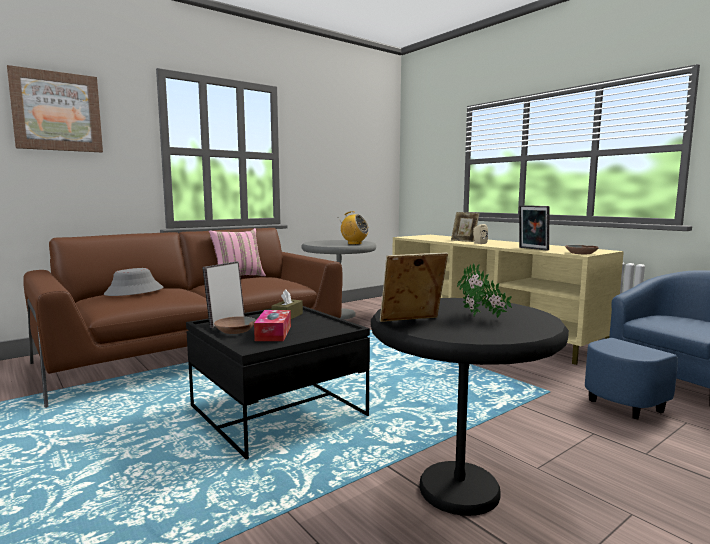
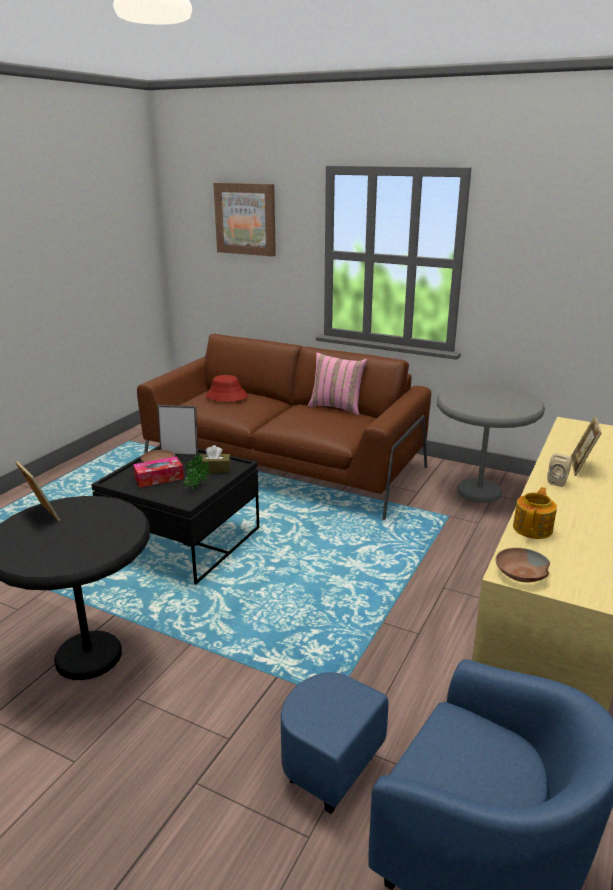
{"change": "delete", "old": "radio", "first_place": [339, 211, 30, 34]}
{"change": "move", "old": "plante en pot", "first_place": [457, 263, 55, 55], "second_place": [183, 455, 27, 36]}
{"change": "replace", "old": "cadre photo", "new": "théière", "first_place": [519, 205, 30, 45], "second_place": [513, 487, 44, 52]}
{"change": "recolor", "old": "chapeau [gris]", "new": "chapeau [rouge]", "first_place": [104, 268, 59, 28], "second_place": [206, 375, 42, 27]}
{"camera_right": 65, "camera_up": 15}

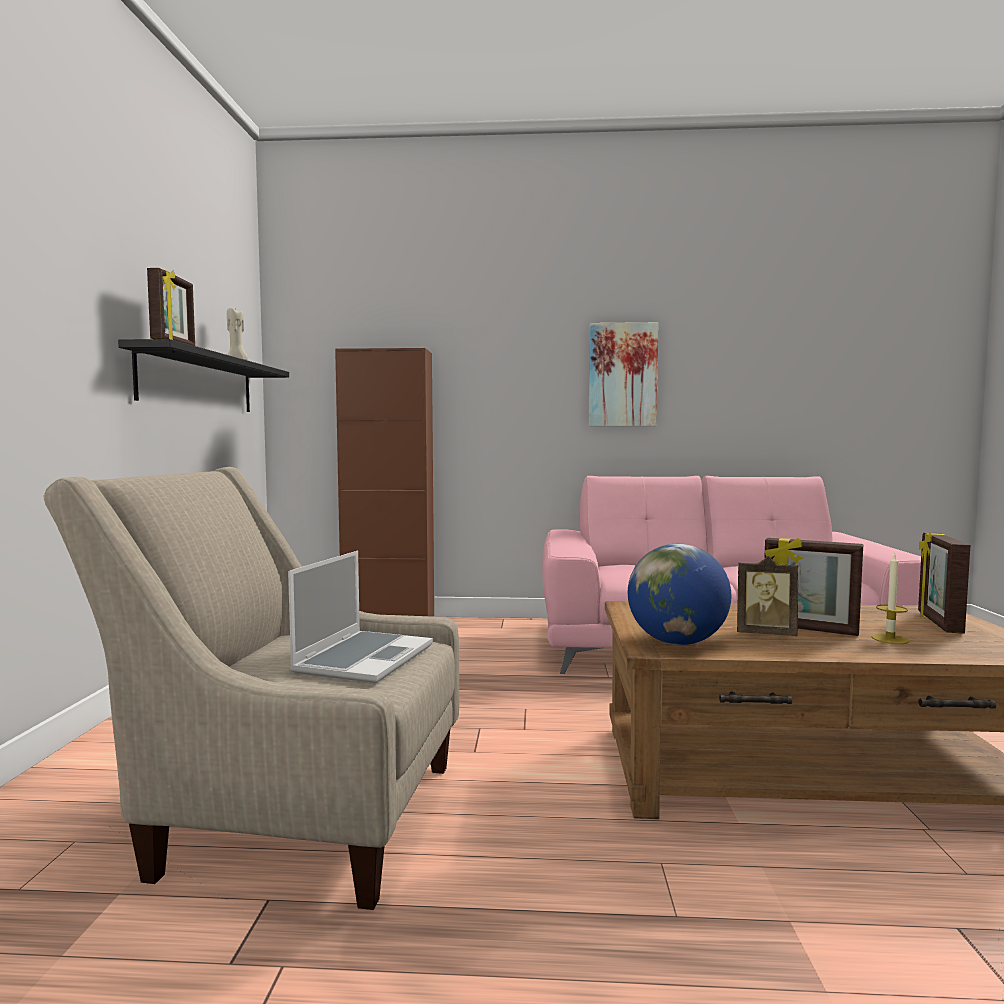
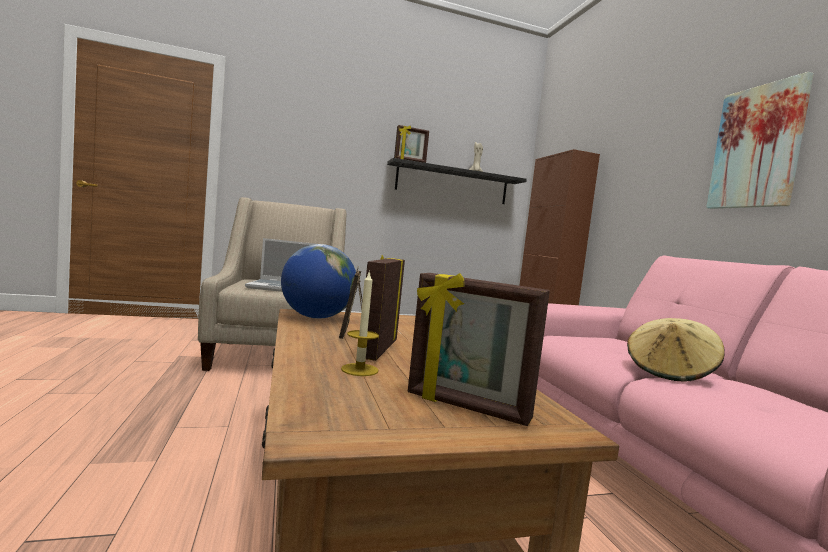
{"change": "insert", "new": "chapeau [beige]", "second_place": [627, 318, 98, 64]}
{"change": "rotate", "old": "cadre photo", "first_place": [918, 532, 52, 102], "second_place": [408, 273, 142, 153], "degrees": -150}
{"camera_right": 70, "camera_up": 0}

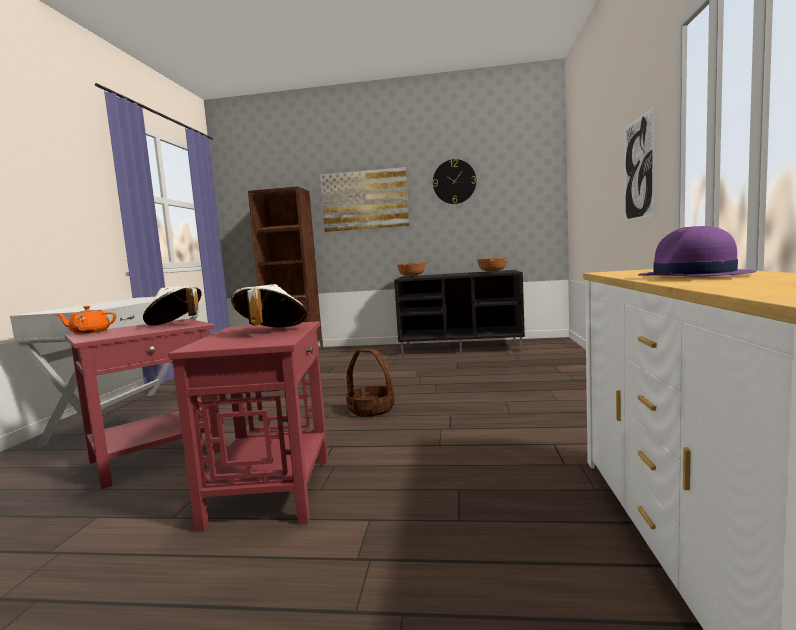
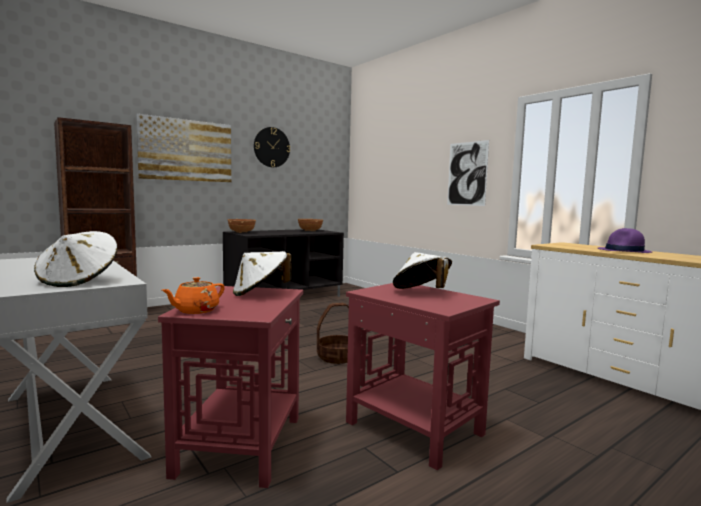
{"change": "insert", "new": "chapeau [blanc]", "second_place": [34, 231, 83, 56]}
{"camera_right": -45, "camera_up": 0}

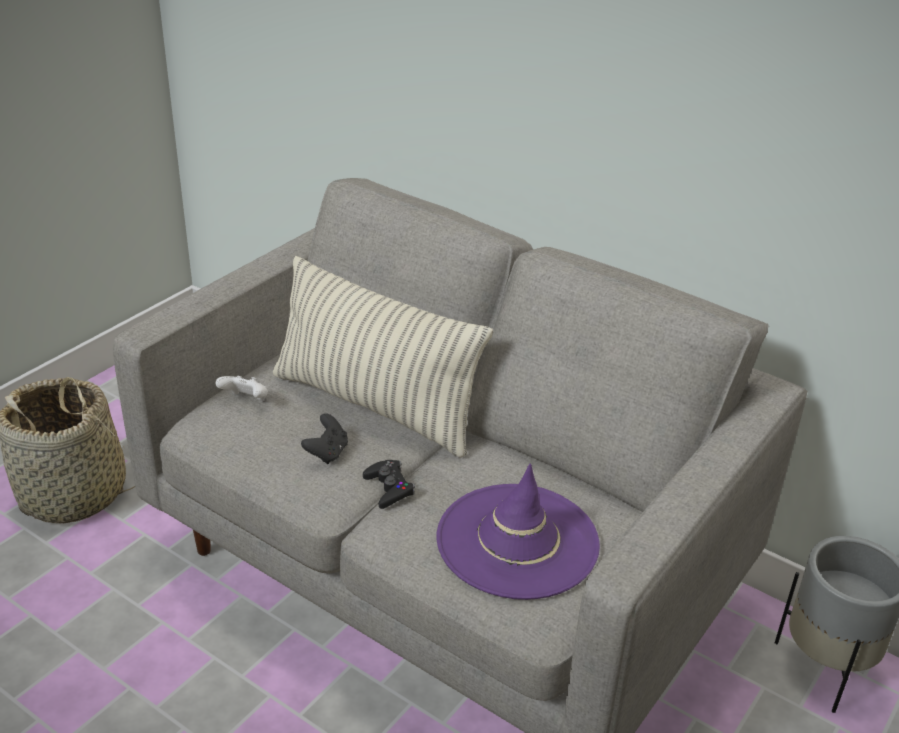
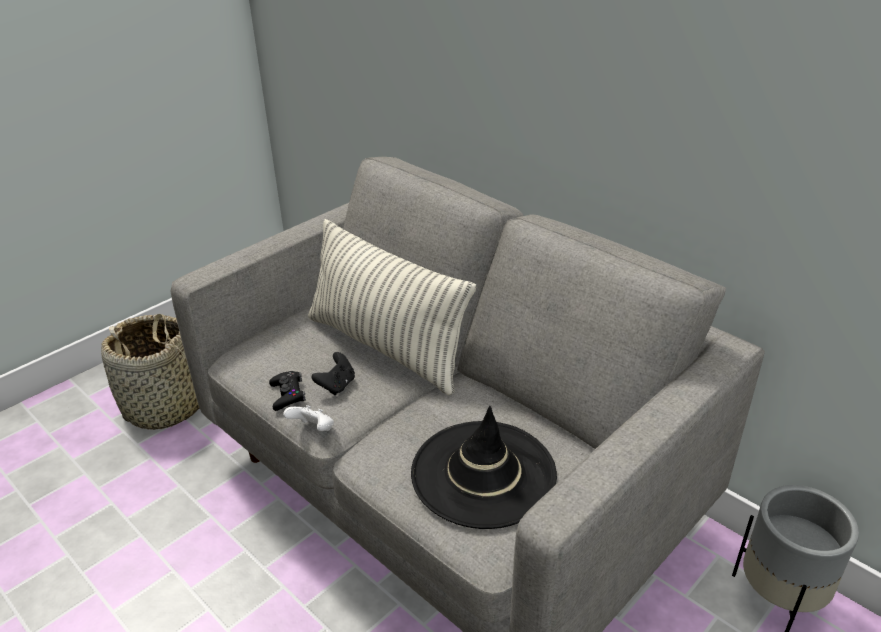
{"change": "move", "old": "manette [blanc]", "first_place": [216, 376, 52, 25], "second_place": [283, 405, 51, 26]}
{"change": "move", "old": "manette [noir]", "first_place": [363, 460, 52, 49], "second_place": [269, 371, 37, 40]}
{"change": "recolor", "old": "chapeau [violet]", "new": "chapeau [noir]", "first_place": [437, 464, 163, 136], "second_place": [411, 406, 146, 123]}
{"camera_right": 10, "camera_up": 0}

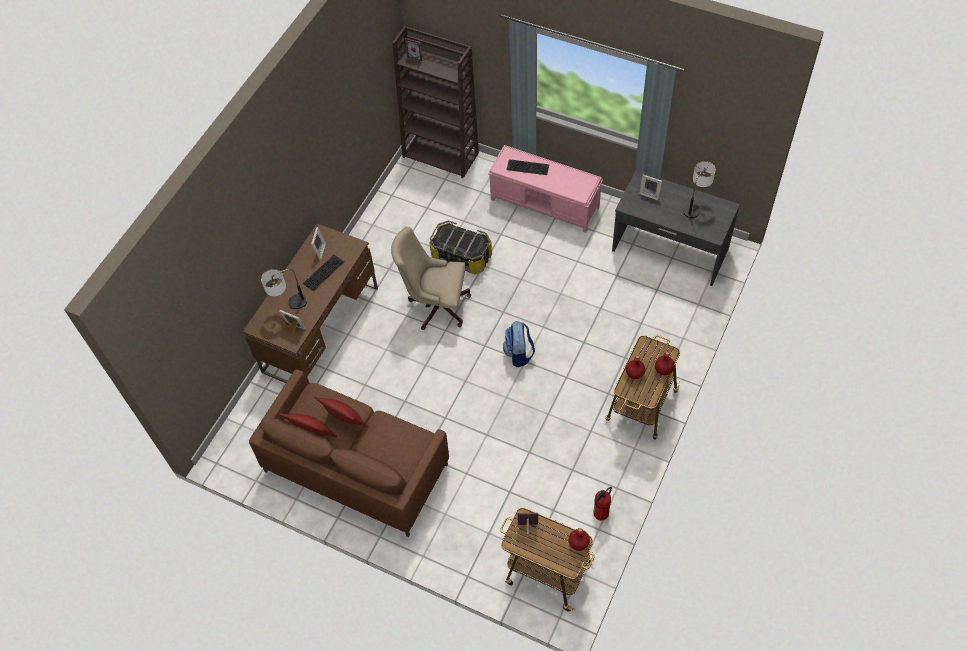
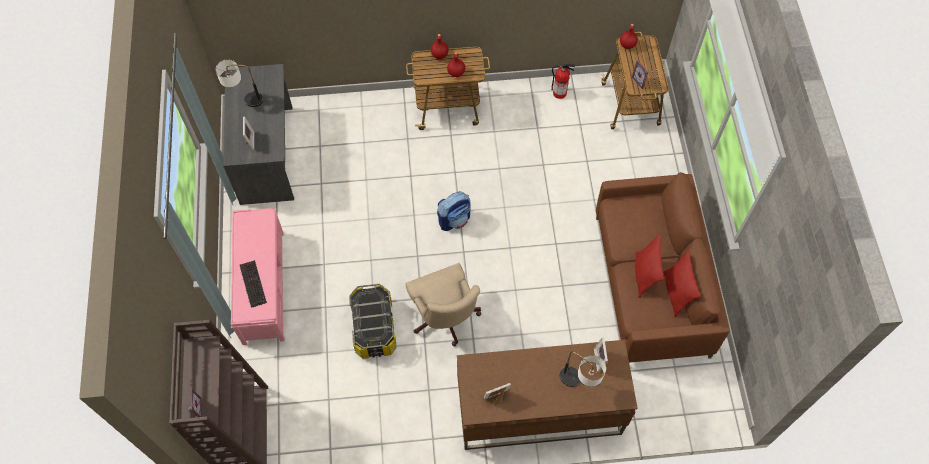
{"change": "delete", "old": "clavier", "first_place": [303, 255, 41, 36]}
{"camera_right": -125, "camera_up": 5}

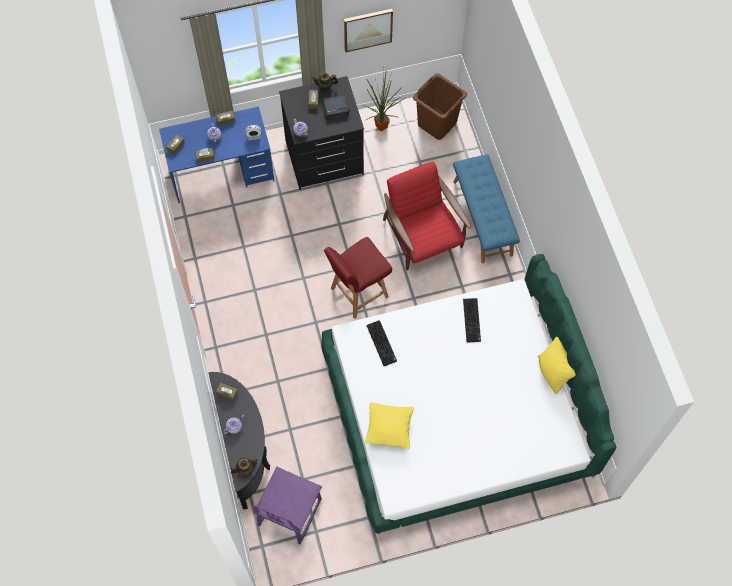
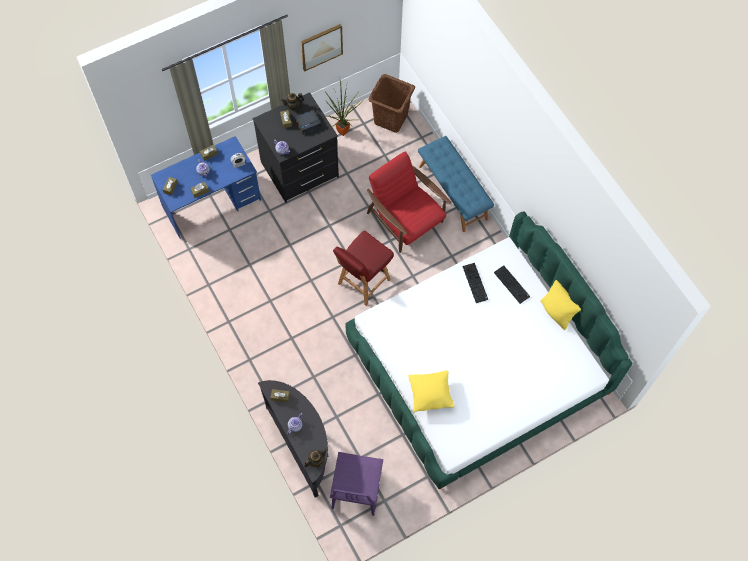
{"change": "move", "old": "clavier", "first_place": [367, 320, 30, 46], "second_place": [494, 266, 36, 38]}
{"camera_right": -15, "camera_up": 0}

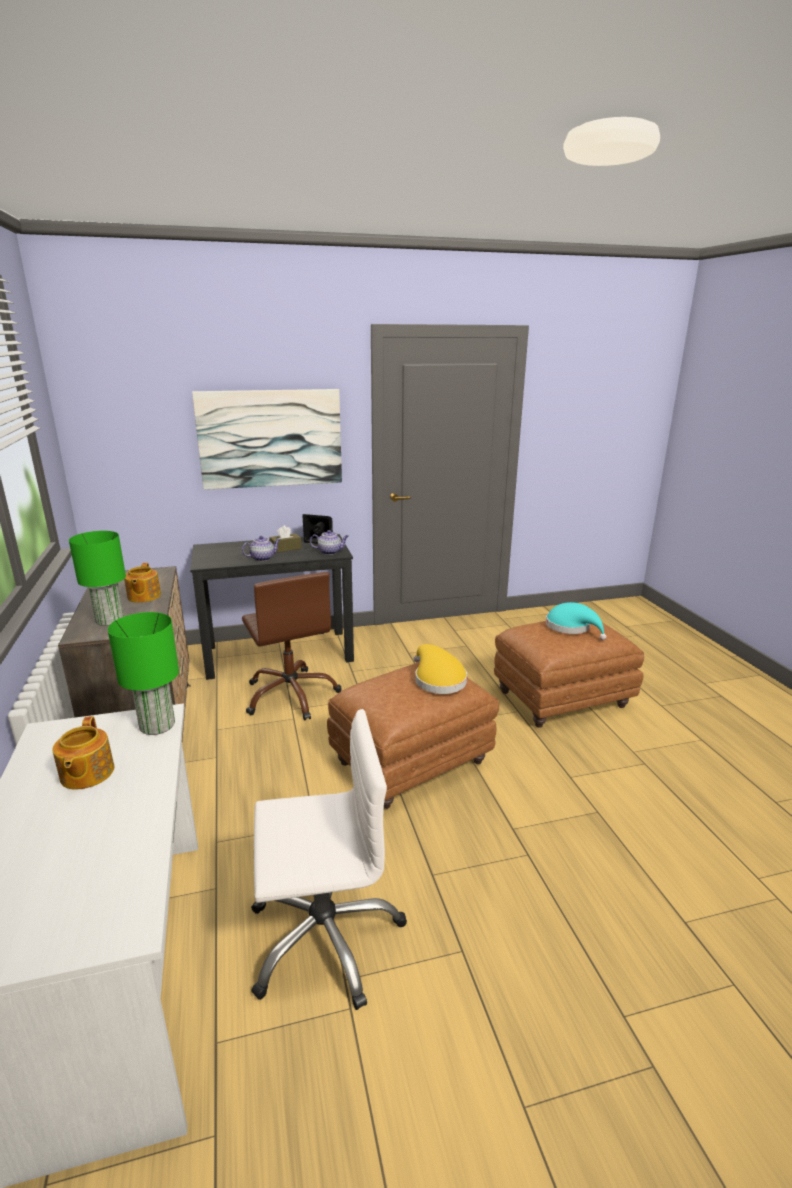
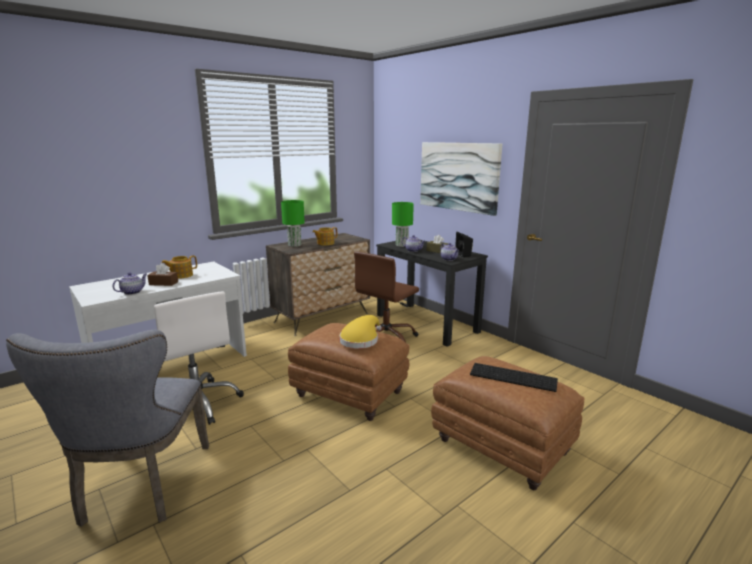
{"change": "insert", "new": "chaise [gris]", "second_place": [6, 330, 203, 197]}
{"change": "insert", "new": "théière", "second_place": [112, 272, 35, 23]}
{"change": "insert", "new": "boîte à mouchoirs [marron]", "second_place": [147, 263, 31, 23]}
{"change": "move", "old": "lampe de table [vert]", "first_place": [108, 612, 71, 123], "second_place": [392, 202, 22, 45]}
{"change": "replace", "old": "chapeau [turquoise]", "new": "clavier", "first_place": [546, 602, 61, 38], "second_place": [470, 363, 88, 29]}
{"camera_right": 65, "camera_up": -5}

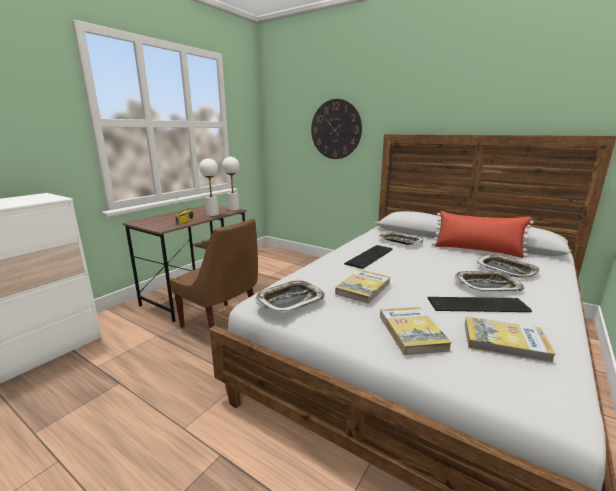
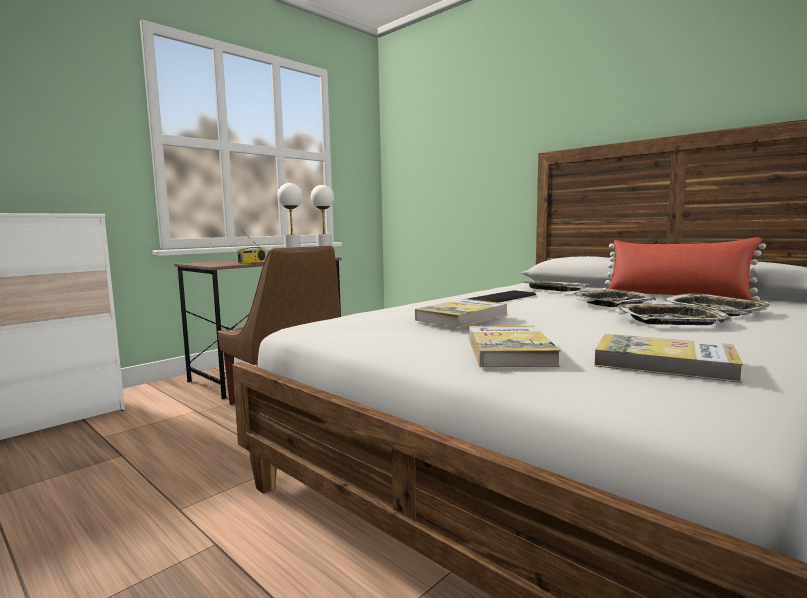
{"change": "delete", "old": "horloge murale", "first_place": [311, 99, 51, 60]}
{"change": "delete", "old": "clavier", "first_place": [427, 297, 105, 15]}
{"change": "move", "old": "plateau", "first_place": [255, 279, 70, 35], "second_place": [572, 289, 84, 18]}
{"camera_right": 10, "camera_up": -10}

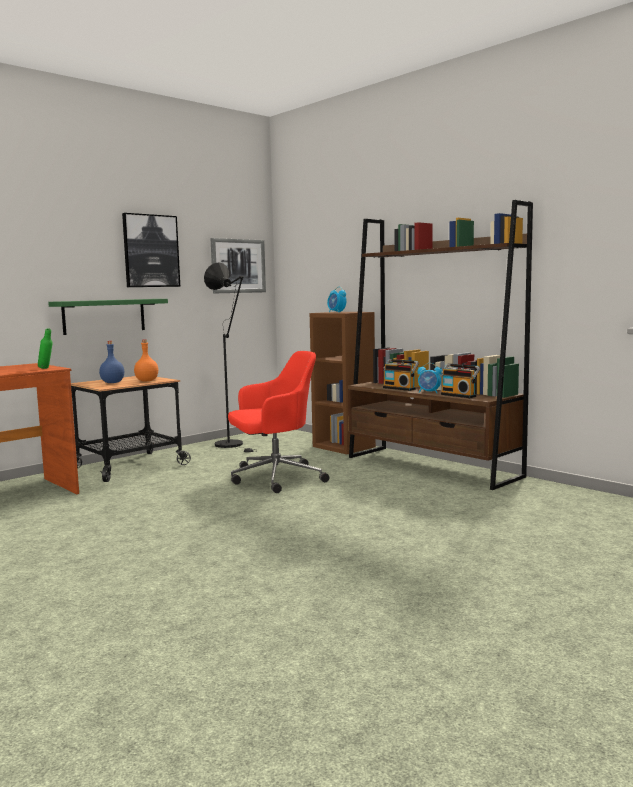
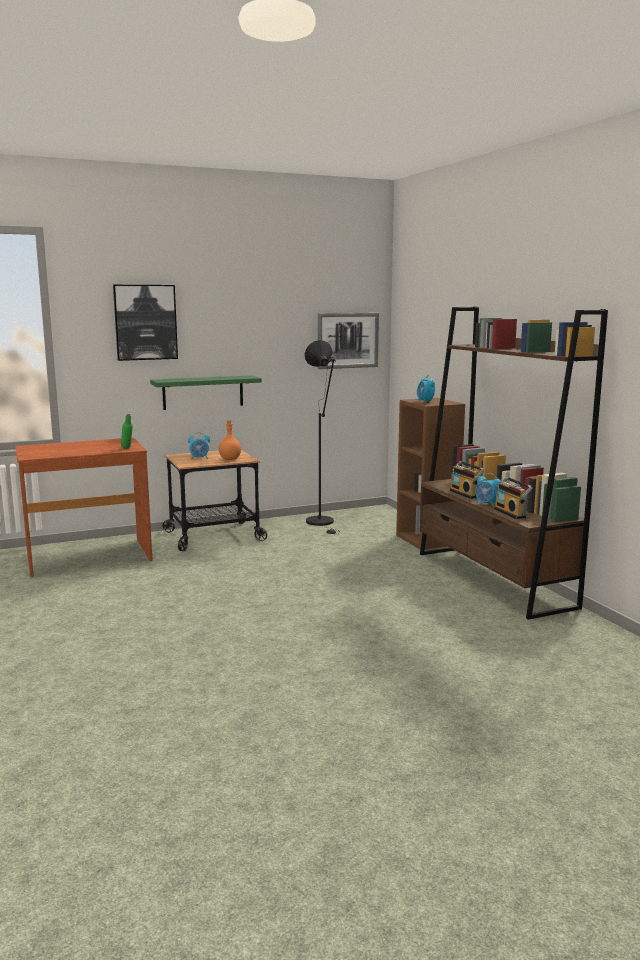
{"change": "delete", "old": "chaise de bureau [rouge]", "first_place": [228, 351, 102, 142]}
{"change": "move", "old": "tableau", "first_place": [122, 213, 58, 74], "second_place": [113, 285, 65, 76]}
{"change": "replace", "old": "bouteille [bleu]", "new": "réveil", "first_place": [99, 341, 25, 42], "second_place": [188, 432, 22, 28]}
{"camera_right": 20, "camera_up": 5}

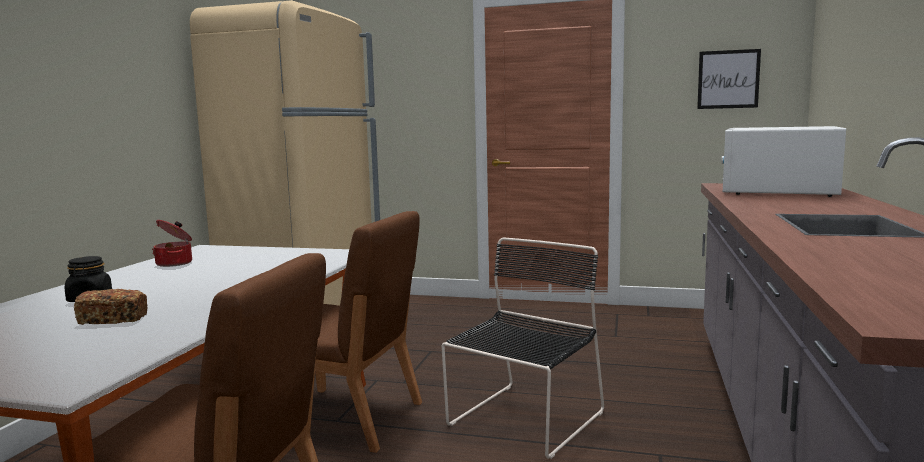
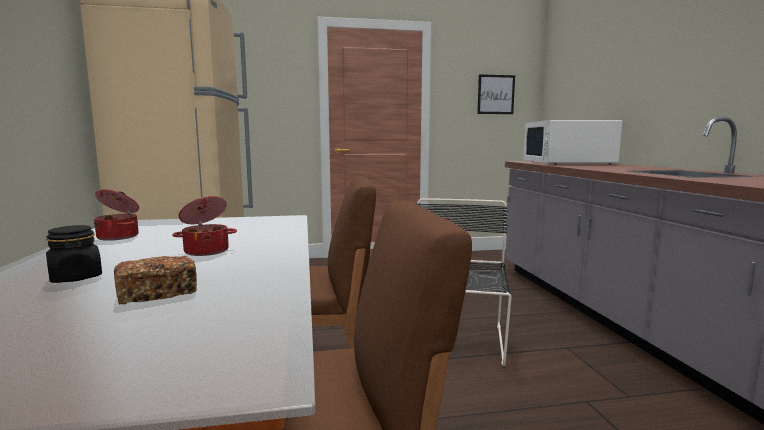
{"change": "insert", "new": "marmite", "second_place": [172, 196, 65, 60]}
{"camera_right": -25, "camera_up": 0}

